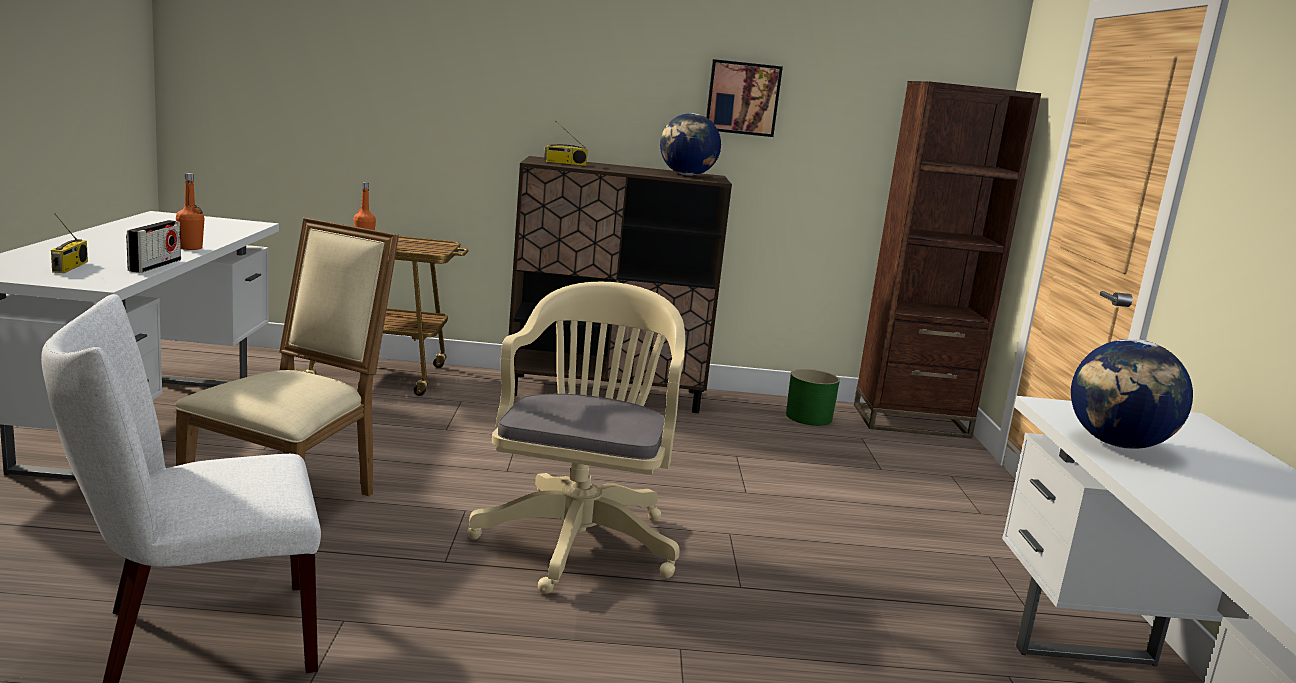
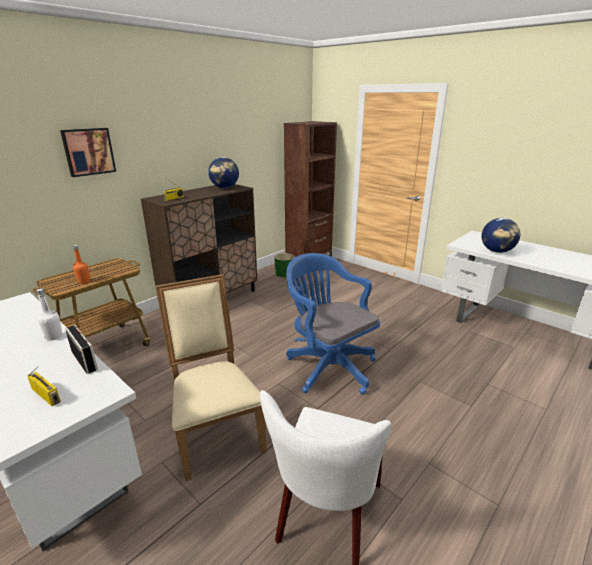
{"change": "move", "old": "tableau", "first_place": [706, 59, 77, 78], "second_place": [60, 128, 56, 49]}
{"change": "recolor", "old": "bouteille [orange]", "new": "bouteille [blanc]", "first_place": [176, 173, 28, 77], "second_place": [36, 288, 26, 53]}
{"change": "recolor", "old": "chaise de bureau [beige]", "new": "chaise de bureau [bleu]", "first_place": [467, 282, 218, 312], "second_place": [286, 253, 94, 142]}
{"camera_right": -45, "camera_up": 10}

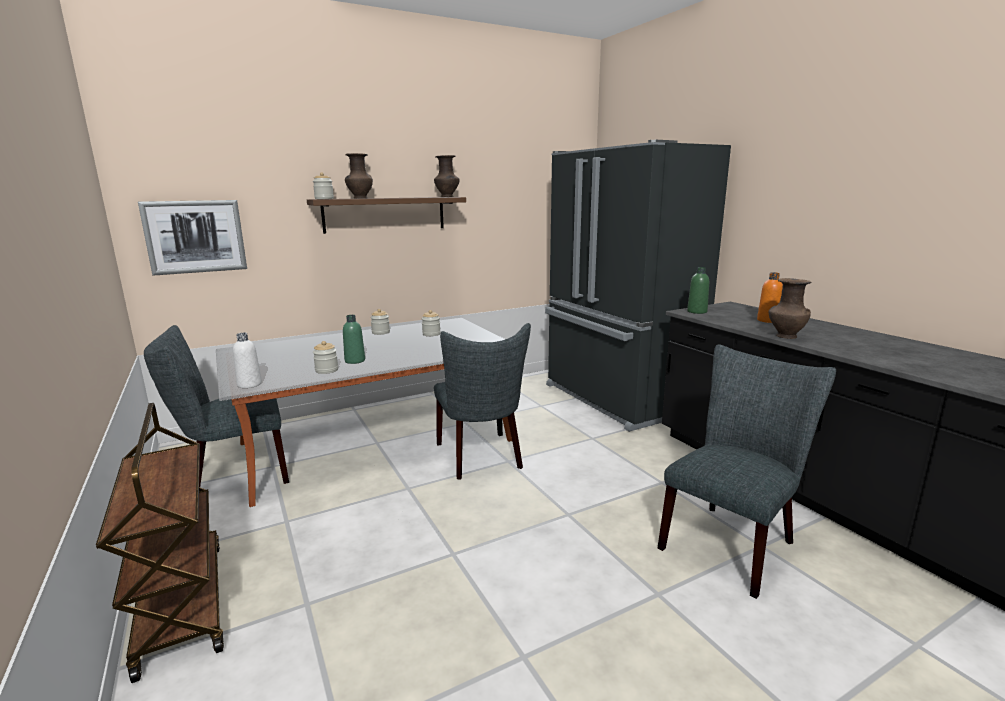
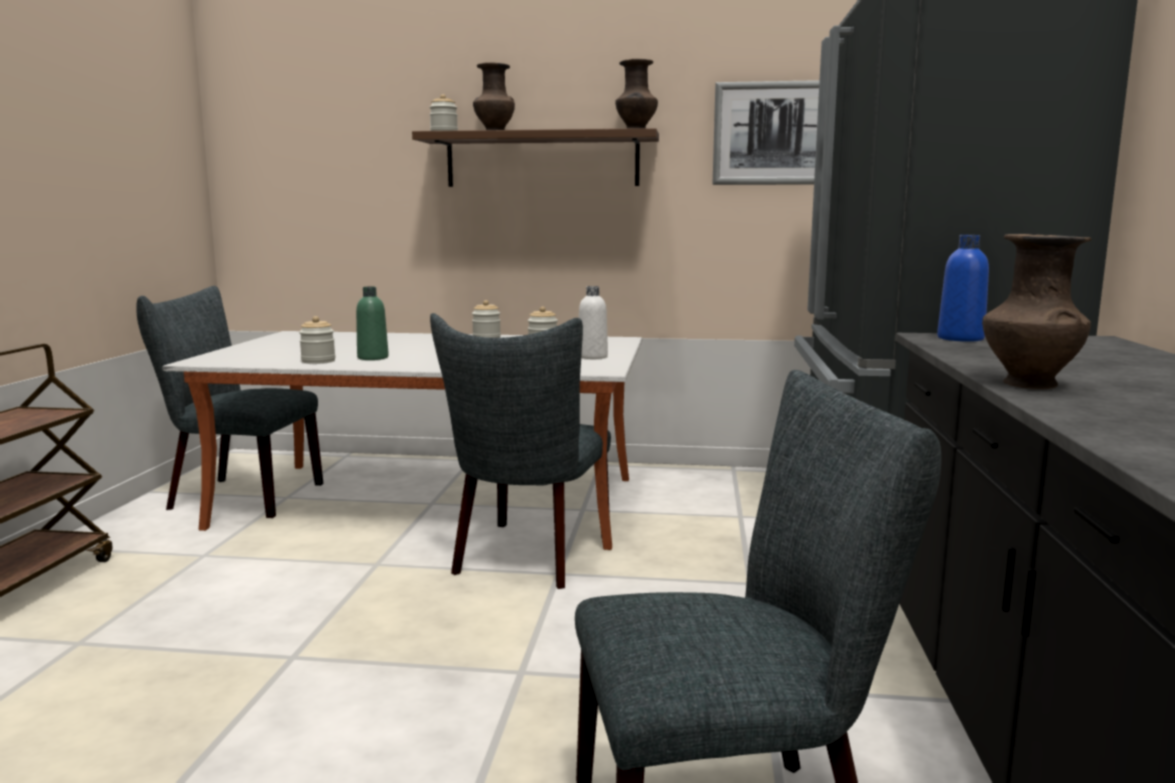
{"change": "delete", "old": "bouteille [orange]", "first_place": [757, 272, 26, 51]}
{"change": "move", "old": "tableau", "first_place": [138, 200, 109, 76], "second_place": [713, 80, 107, 105]}
{"change": "move", "old": "bouteille [blanc]", "first_place": [233, 333, 29, 55], "second_place": [579, 286, 29, 73]}
{"change": "recolor", "old": "bouteille [vert]", "new": "bouteille [bleu]", "first_place": [687, 267, 22, 47], "second_place": [937, 235, 52, 107]}
{"camera_right": 35, "camera_up": -5}

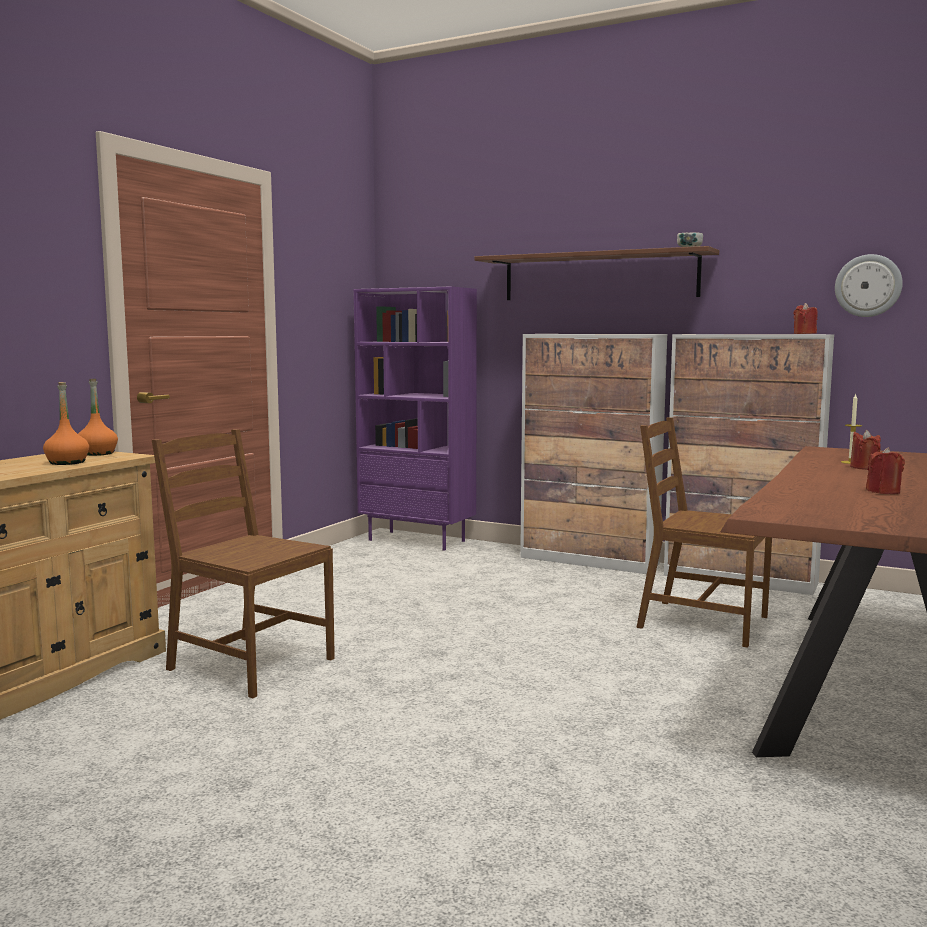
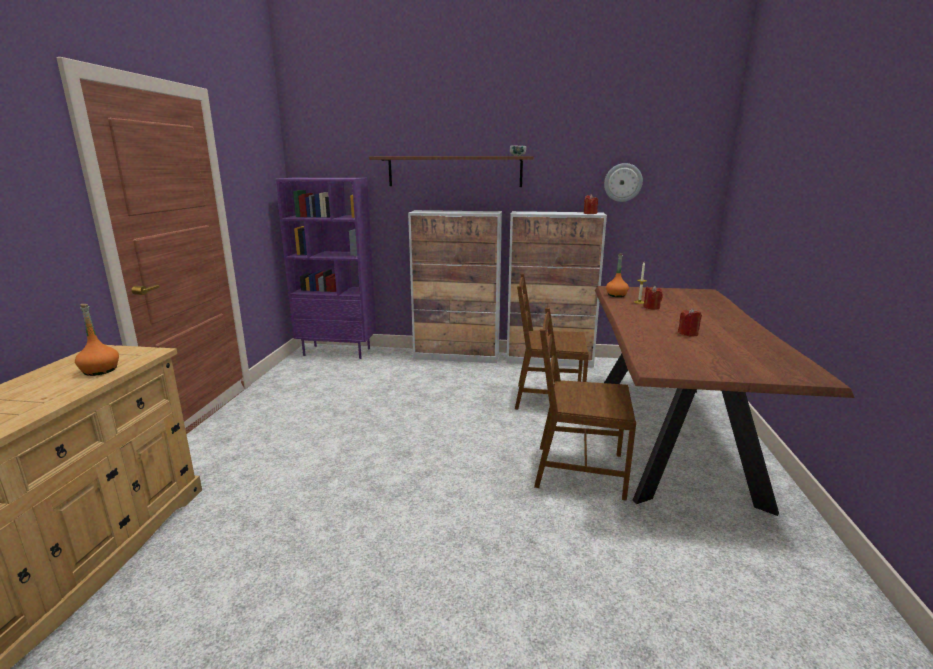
{"change": "move", "old": "bouteille [orange]", "first_place": [78, 379, 40, 77], "second_place": [606, 253, 23, 44]}
{"change": "move", "old": "chaise [marron]", "first_place": [152, 429, 183, 269], "second_place": [534, 308, 102, 193]}
{"camera_right": -20, "camera_up": 10}

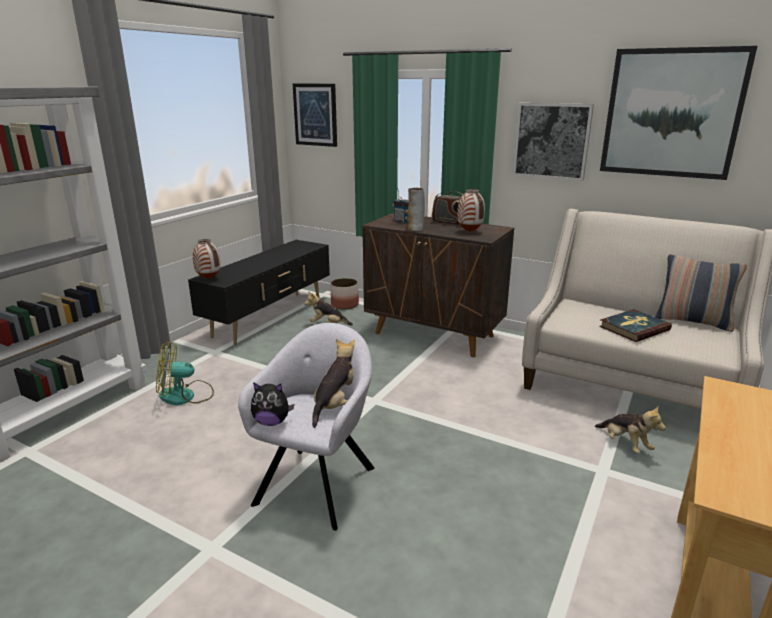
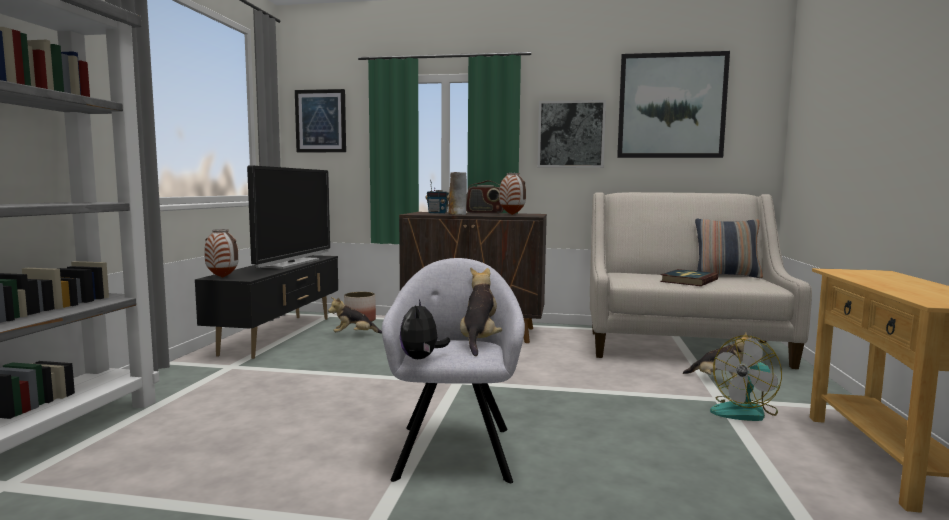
{"change": "insert", "new": "téléviseur", "second_place": [247, 166, 83, 103]}
{"change": "move", "old": "ventilateur", "first_place": [156, 342, 58, 63], "second_place": [710, 336, 72, 85]}
{"change": "rotate", "old": "peluche", "first_place": [251, 382, 43, 44], "second_place": [400, 299, 50, 60], "degrees": 105}
{"camera_right": -20, "camera_up": -15}

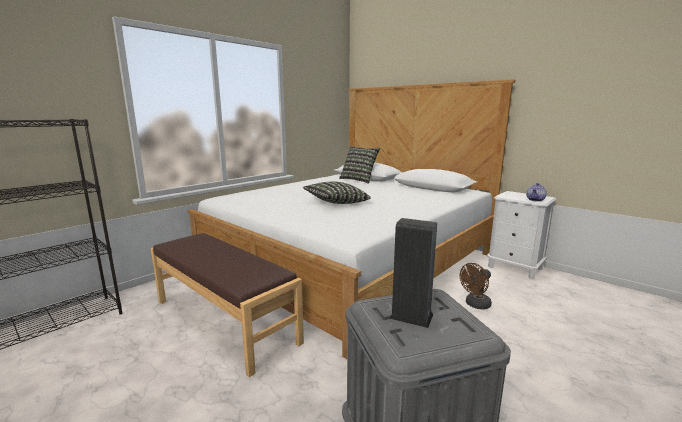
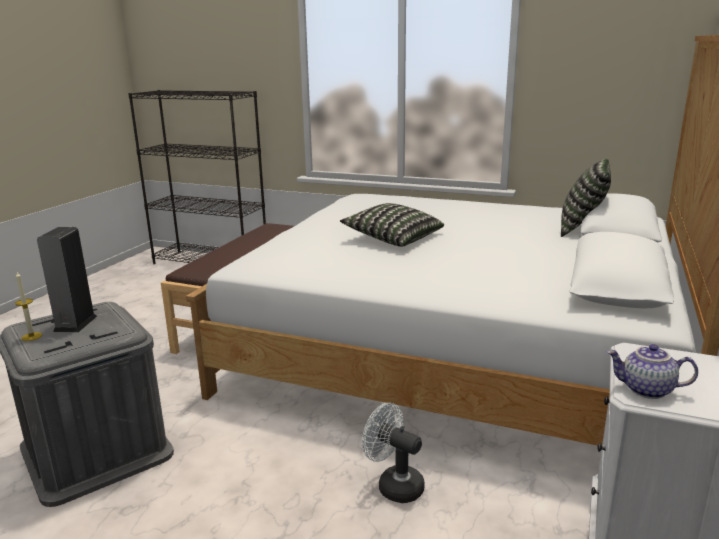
{"change": "insert", "new": "bougie", "second_place": [15, 272, 27, 69]}
{"change": "recolor", "old": "ventilateur [marron]", "new": "ventilateur [blanc]", "first_place": [460, 263, 32, 46], "second_place": [362, 403, 63, 100]}
{"camera_right": 70, "camera_up": 5}

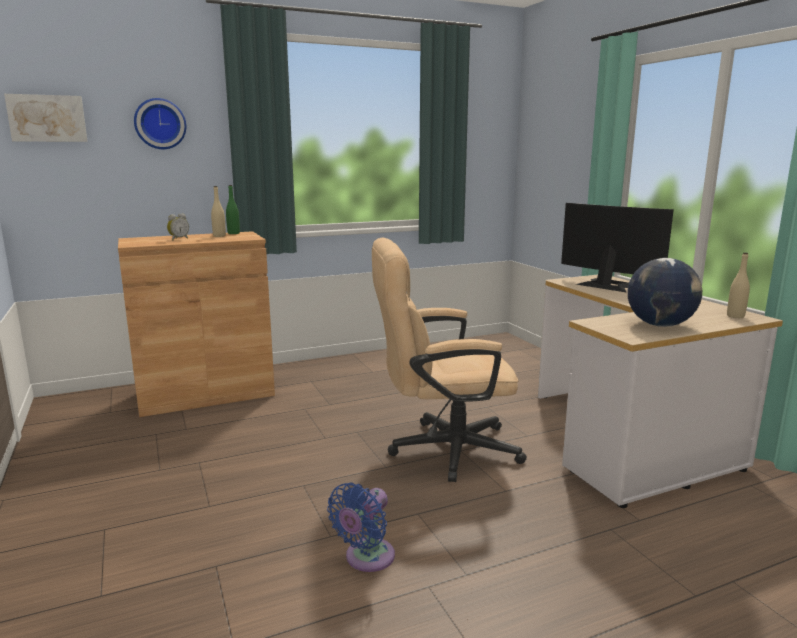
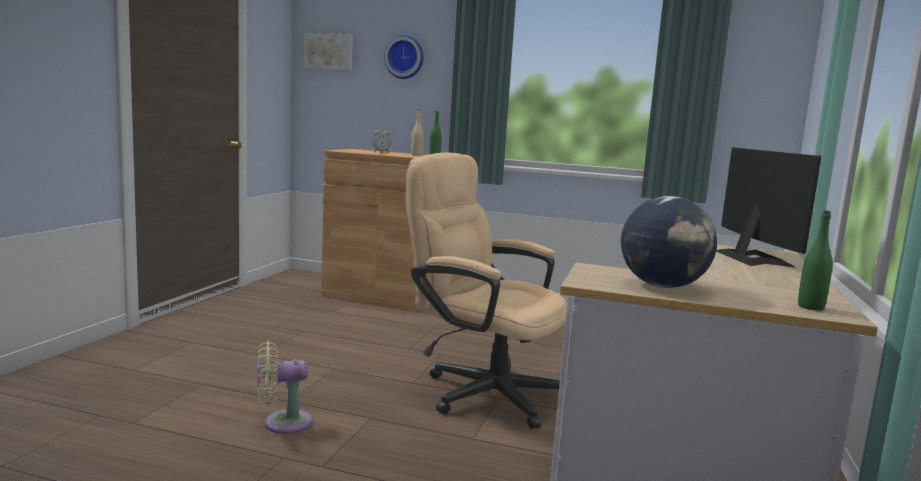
{"change": "recolor", "old": "ventilateur [bleu]", "new": "ventilateur [beige]", "first_place": [327, 482, 68, 90], "second_place": [257, 341, 55, 93]}
{"change": "recolor", "old": "bouteille [beige]", "new": "bouteille [vert]", "first_place": [727, 252, 23, 66], "second_place": [798, 211, 35, 100]}
{"camera_right": 40, "camera_up": -5}

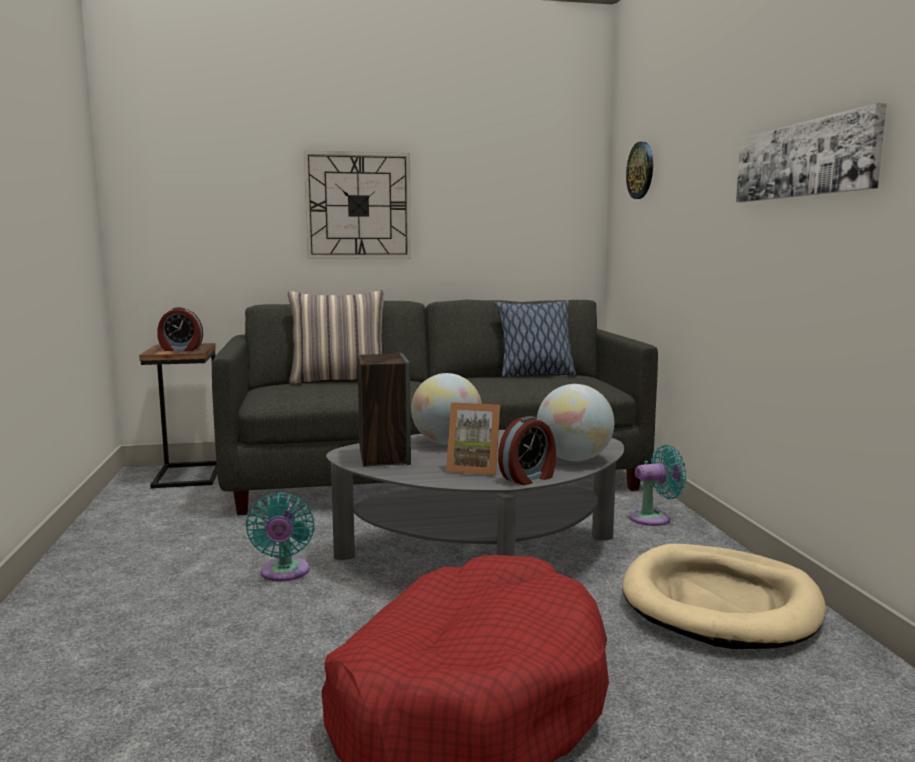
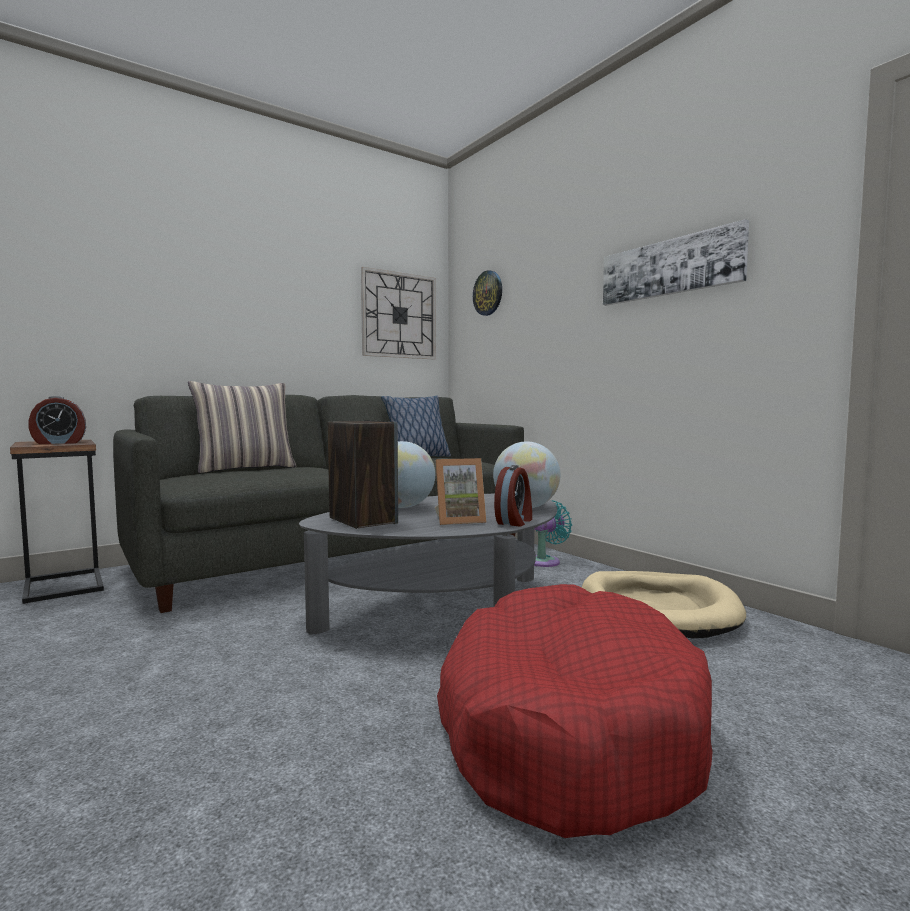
{"change": "delete", "old": "ventilateur [turquoise]", "first_place": [245, 493, 70, 89]}
{"change": "move", "old": "horloge murale", "first_place": [304, 151, 107, 108], "second_place": [361, 267, 75, 93]}
{"camera_right": -25, "camera_up": -5}

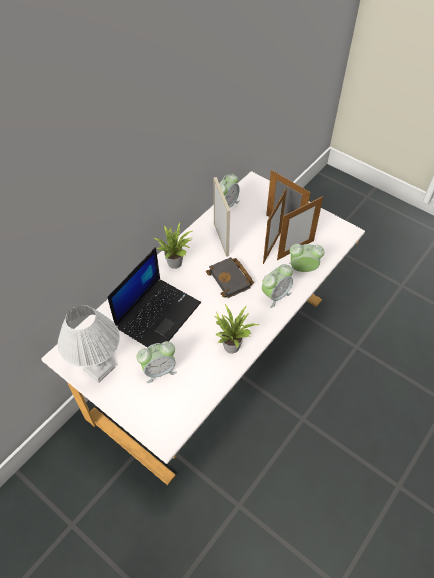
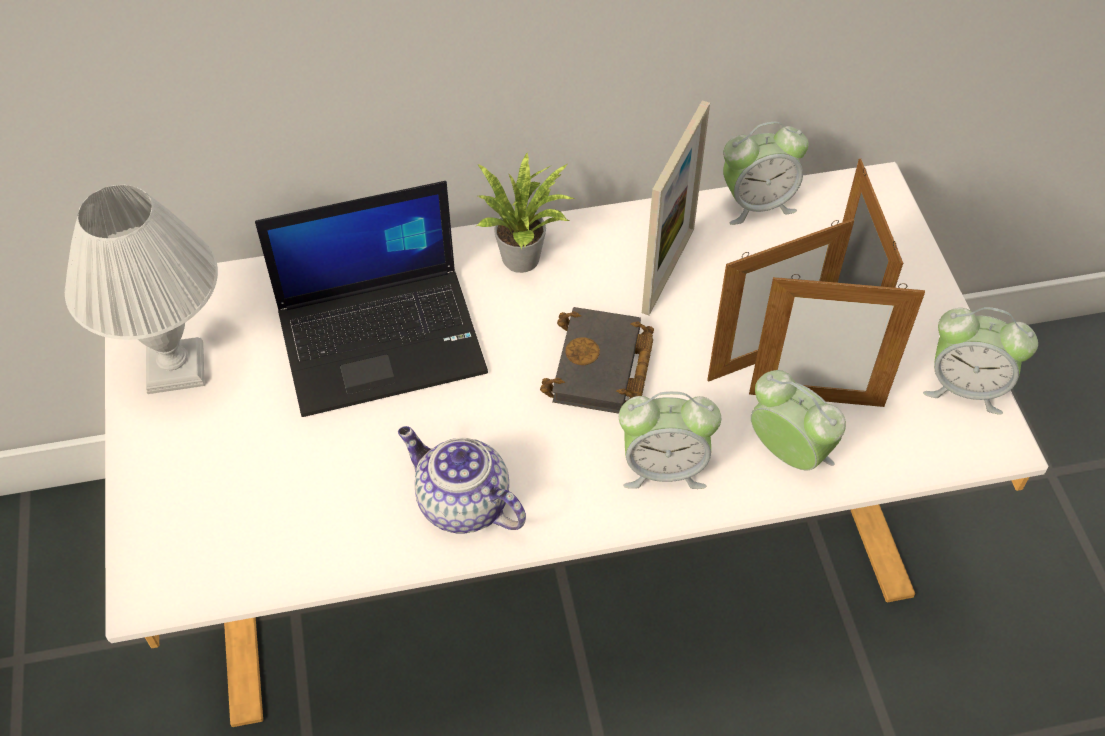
{"change": "move", "old": "réveil", "first_place": [137, 341, 40, 42], "second_place": [923, 307, 115, 108]}
{"change": "replace", "old": "plante en pot", "new": "théière", "first_place": [214, 304, 46, 50], "second_place": [398, 426, 128, 108]}
{"camera_right": 40, "camera_up": 0}

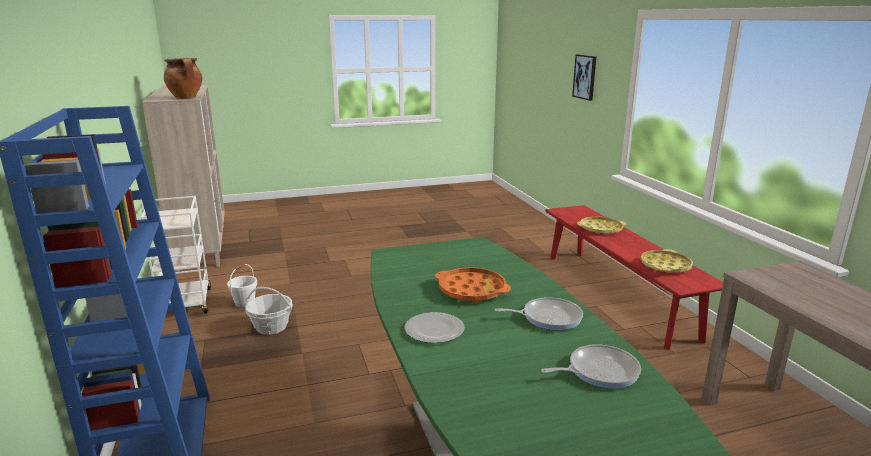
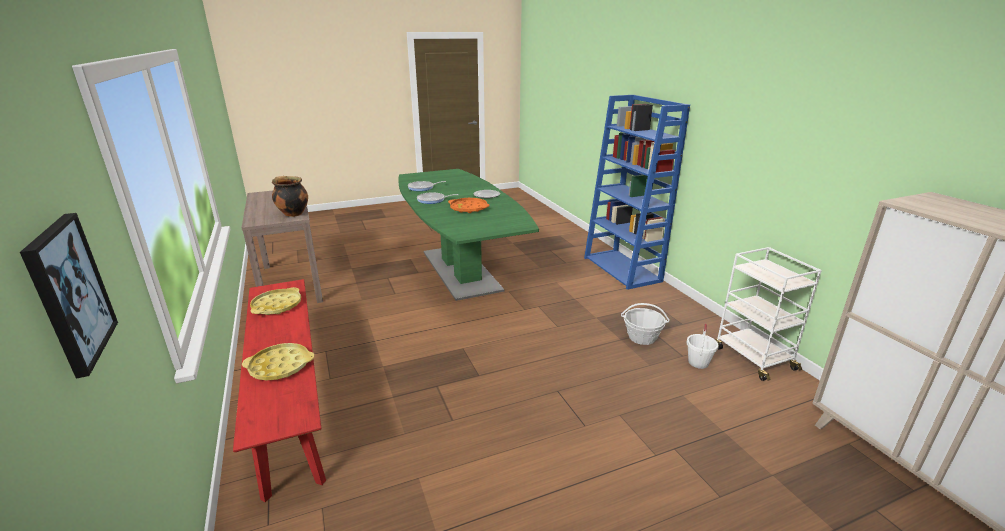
{"change": "move", "old": "marmite", "first_place": [164, 58, 38, 41], "second_place": [272, 176, 36, 41]}
{"camera_right": 175, "camera_up": 5}

